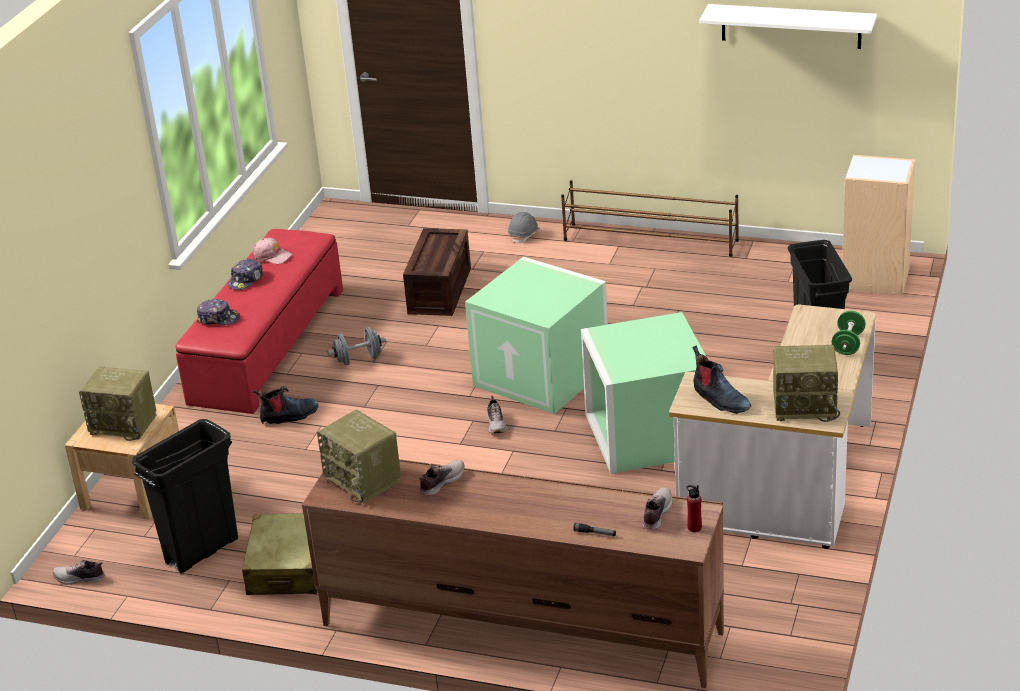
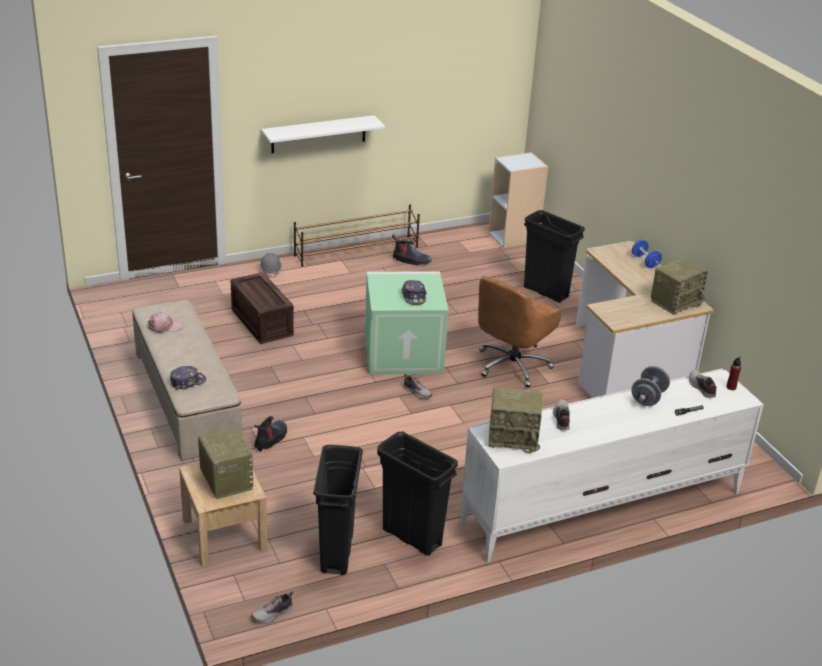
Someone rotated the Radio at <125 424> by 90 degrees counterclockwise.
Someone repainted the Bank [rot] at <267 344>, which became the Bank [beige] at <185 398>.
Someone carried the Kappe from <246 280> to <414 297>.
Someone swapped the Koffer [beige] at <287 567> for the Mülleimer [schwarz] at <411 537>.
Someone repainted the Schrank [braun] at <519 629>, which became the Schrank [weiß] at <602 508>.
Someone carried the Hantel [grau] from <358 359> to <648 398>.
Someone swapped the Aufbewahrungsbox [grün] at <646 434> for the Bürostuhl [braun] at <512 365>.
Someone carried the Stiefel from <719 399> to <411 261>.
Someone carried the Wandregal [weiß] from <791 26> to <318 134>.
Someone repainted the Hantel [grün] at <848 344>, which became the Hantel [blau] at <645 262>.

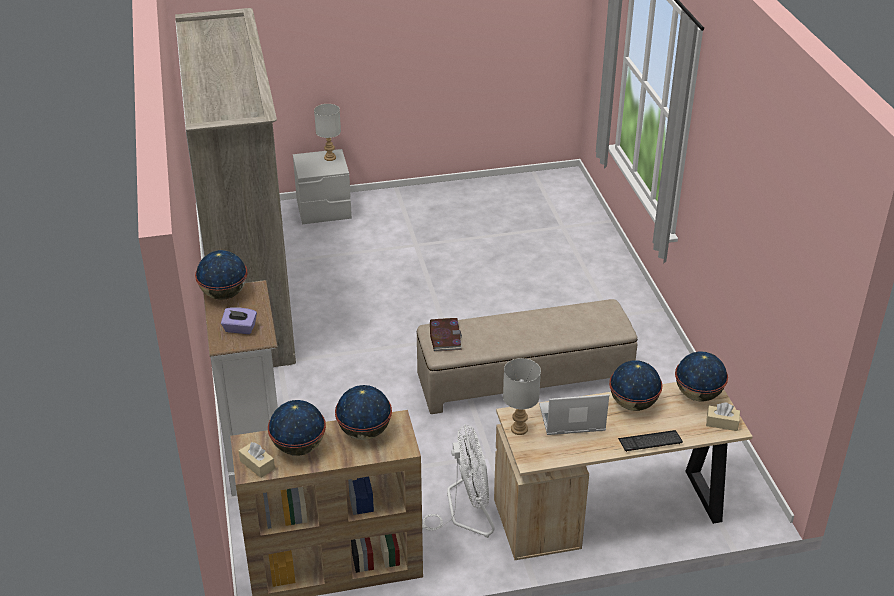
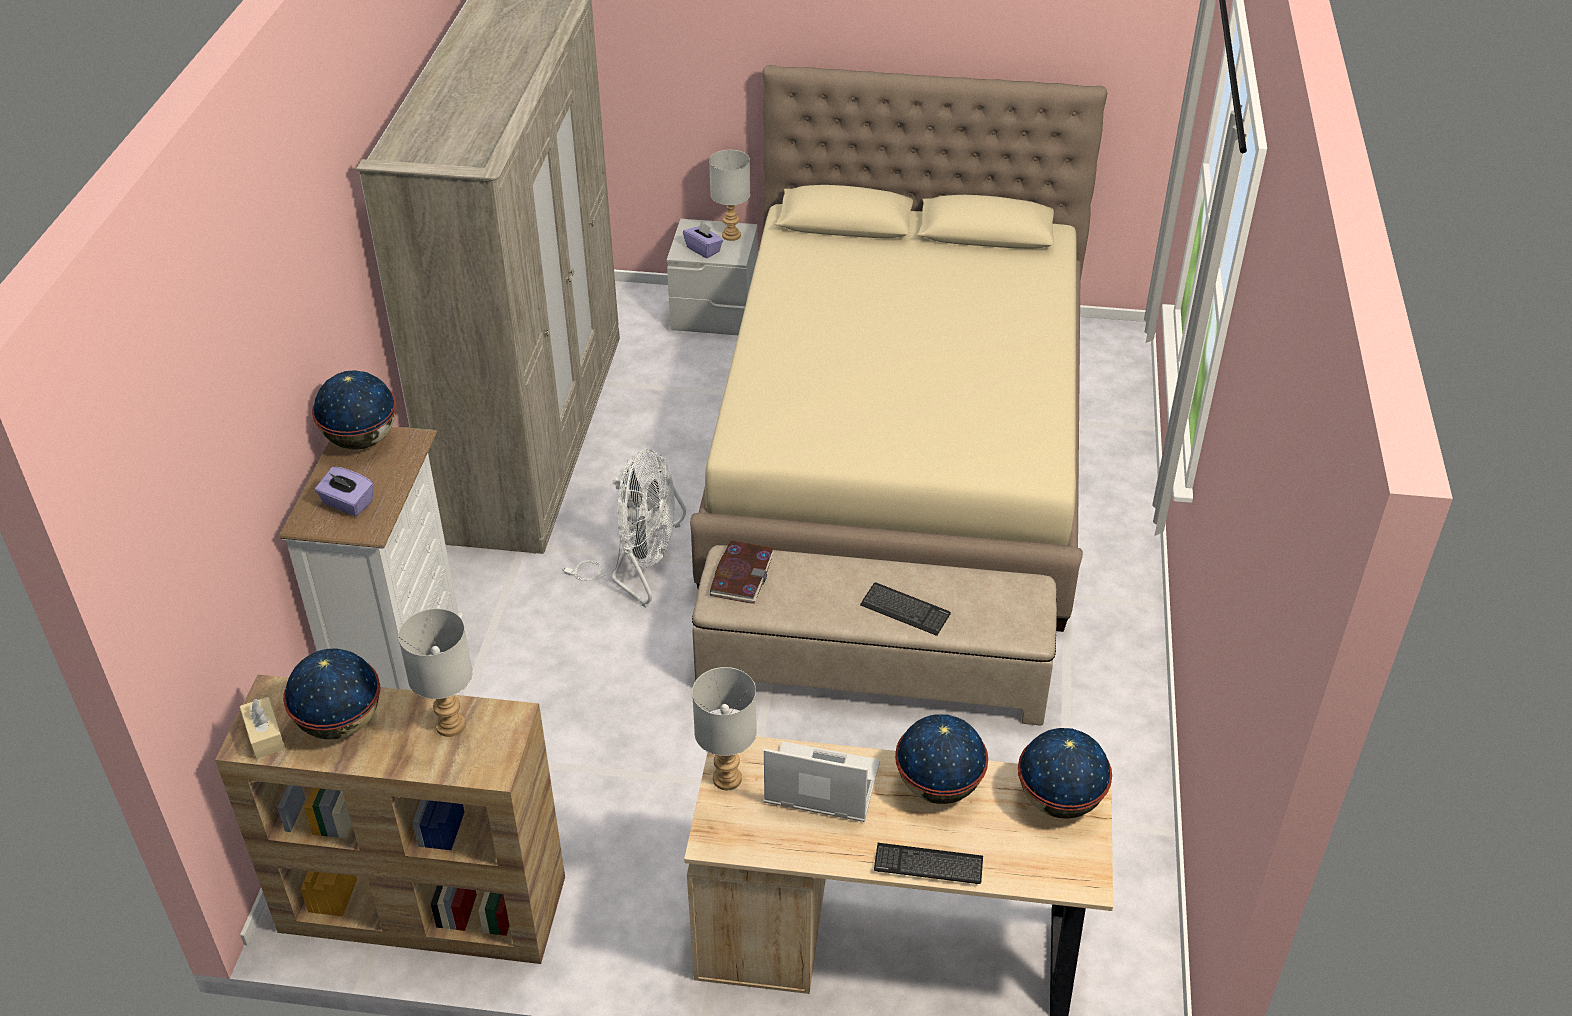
Someone swapped the Globus at <364 432> for the Tischlampe [grau] at <451 724>.
Someone carried the Ventilator [weiß] from <463 508> to <637 564>.
Someone took away the Taschentuchbox [beige] at <722 423>.
Someone put down the Taschentuchbox [lila] at <703 249>.
Someone put down the Bett [beige] at <901 446>.
Someone put down the Tastatur at <905 610>.

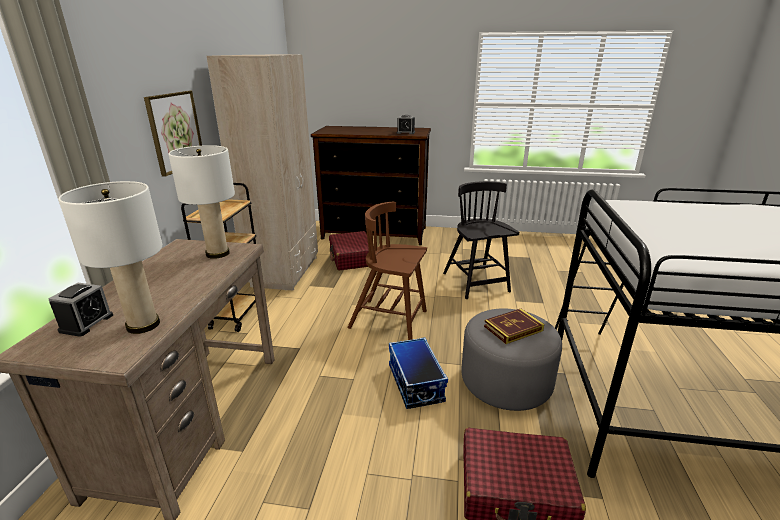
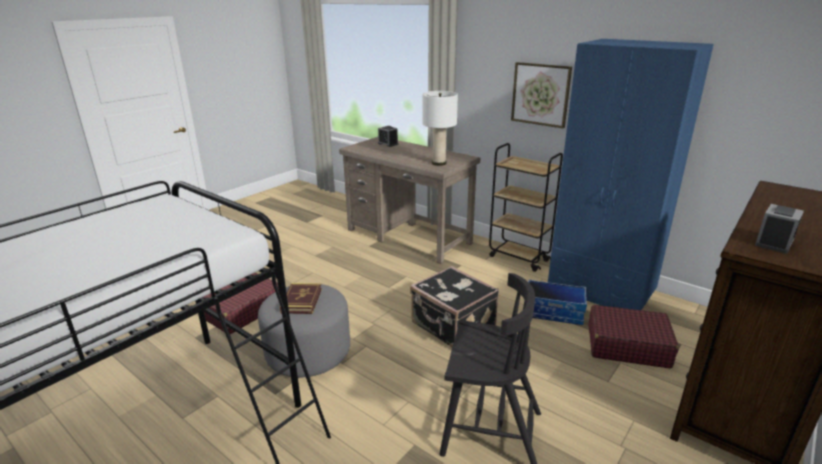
Someone took away the Tischlampe [weiß] at <143 325>.
Someone repainted the Kleiderschrank [beige] at <284 271>, which became the Kleiderschrank [blau] at <601 292>.
Someone swapped the Stuhl [braun] at <390 319> for the Koffer [schwarz] at <452 326>.
Someone carried the Aufbewahrungsbox from <414 383> to <553 312>.

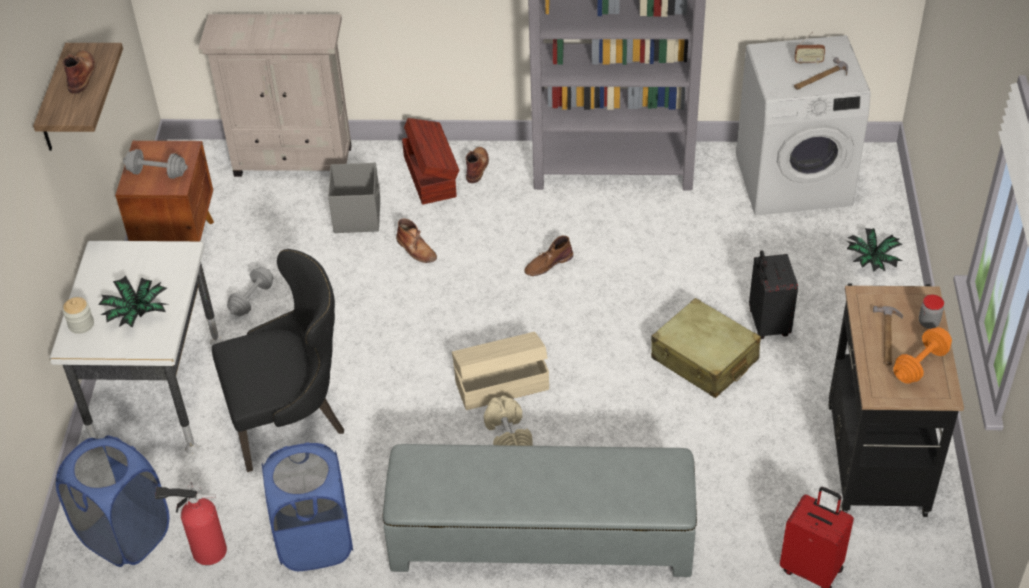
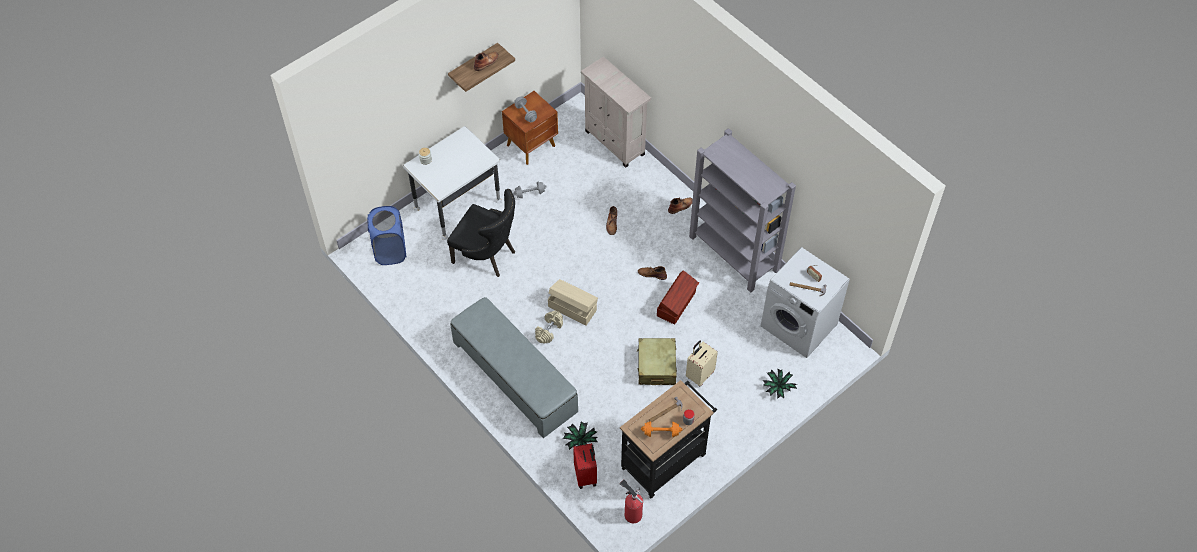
Someone carried the Topfpflanze from <137 314> to <580 441>.
Someone carried the Feuerlöscher from <205 551> to <631 513>.
Someone took away the Wäschekorb [blau] at <315 541>.
Someone took away the Aufbewahrungsbox [grau] at <357 215>.
Someone carried the Aufbewahrungsbox [braun] from <431 175> to <677 304>.
Someone repainted the Koffer [schwarz] at <767 324>, which became the Koffer [beige] at <699 374>.

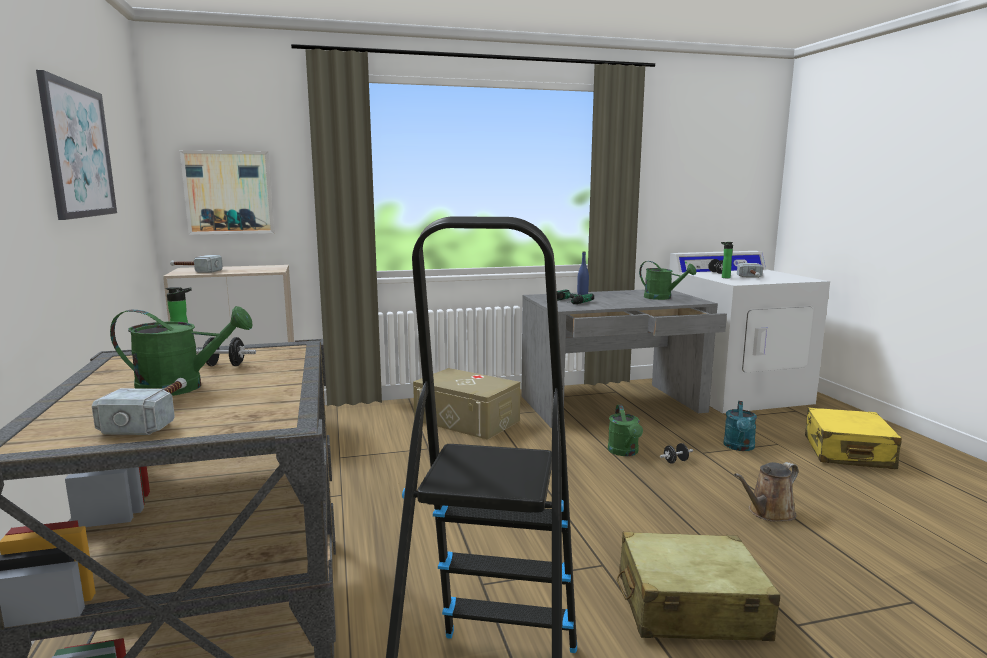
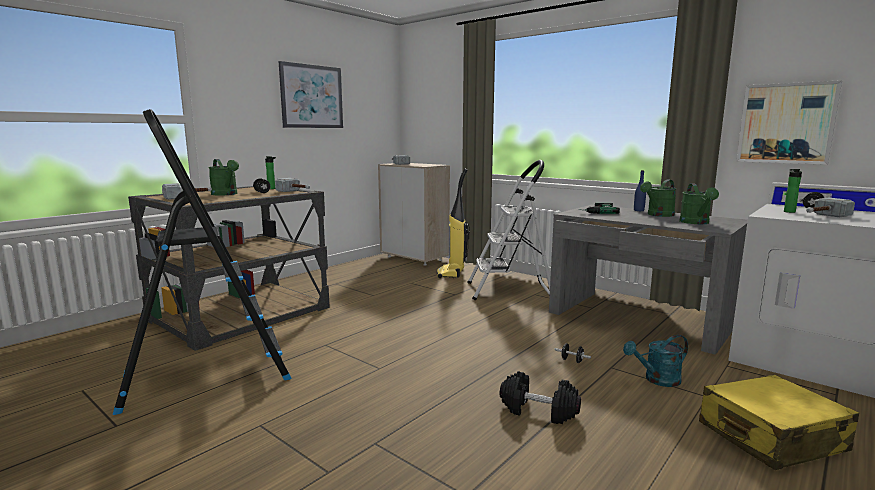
Someone carried the Bild from <229 193> to <786 123>.
Someone swapped the Aufbewahrungsbox [beige] at <467 420> for the Trittleiter at <511 291>.
Someone carried the Gießkanne [grün] from <625 452> to <658 215>.
Someone took away the Koffer [beige] at <689 606>.
Someone swapped the Gießkanne [braun] at <768 513> for the Hantel [schwarz] at <538 411>.
Someone put down the Hammer at <295 191>.
Someone put down the Staubsauger at <451 273>.

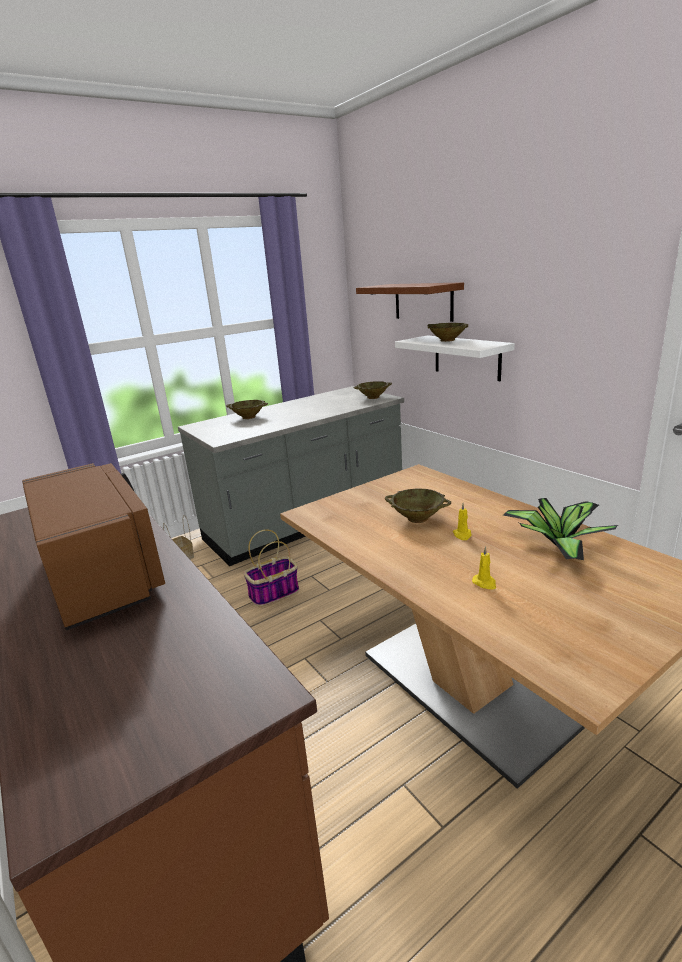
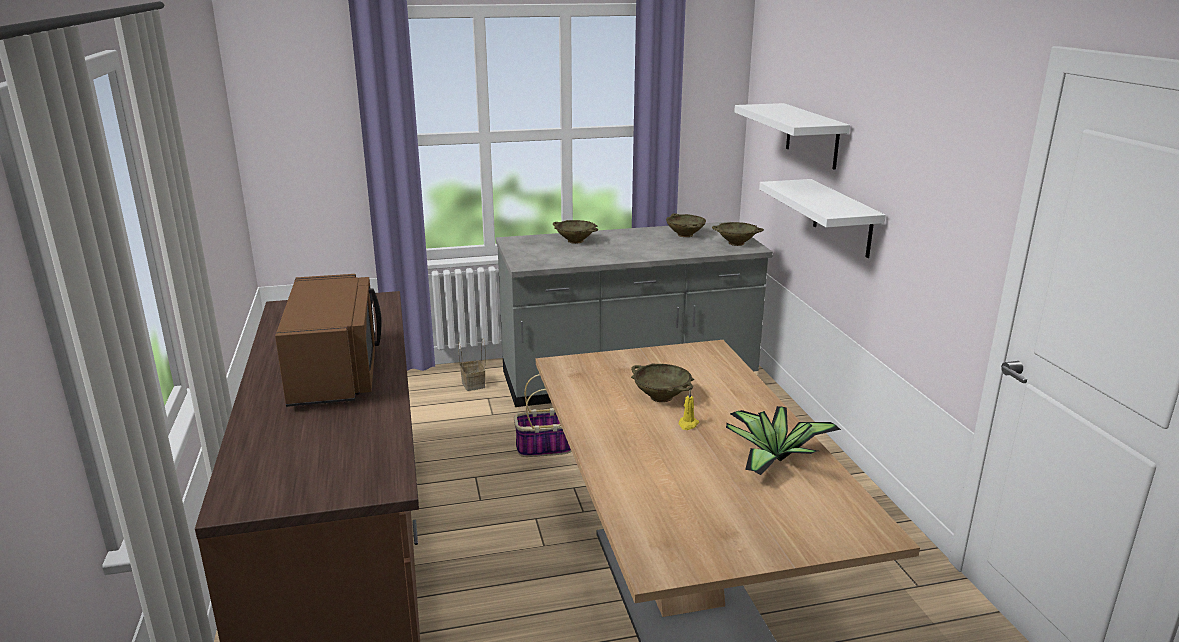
Someone repainted the Wandregal [braun] at <423 301>, which became the Wandregal [weiß] at <812 136>.
Someone carried the Schüssel [beige] from <447 340> to <685 235>.
Someone took away the Kerze [gelb] at <485 583>.

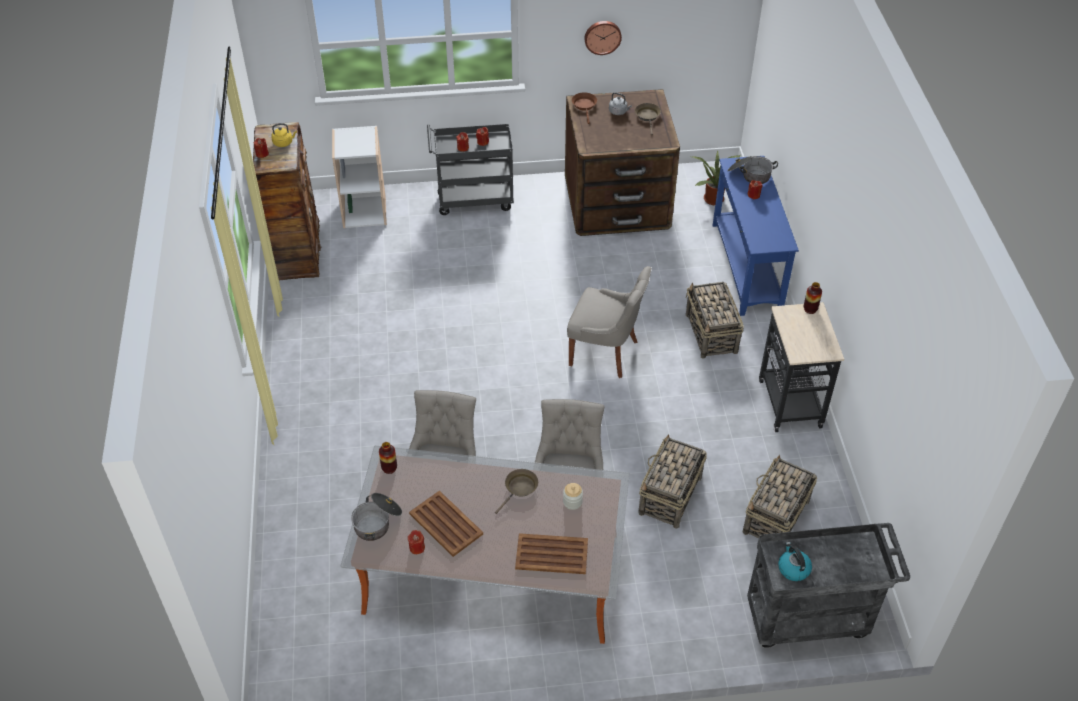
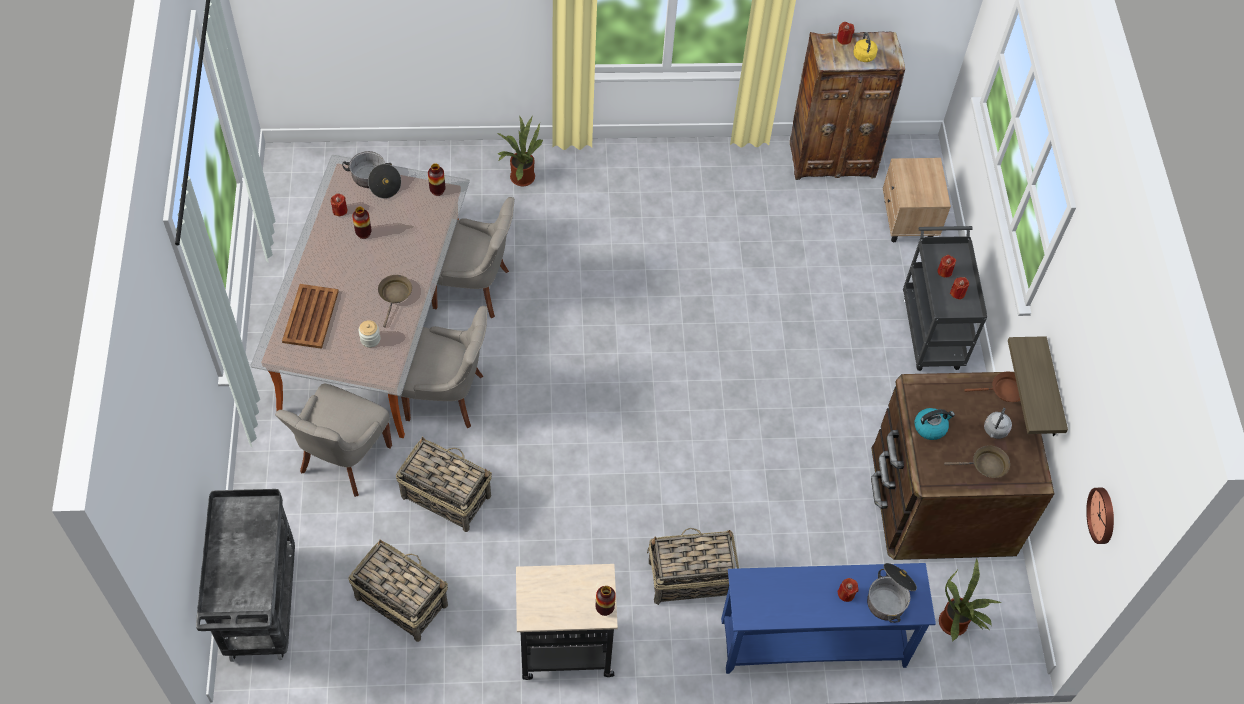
Someone swapped the Bücherregal at <365 211> for the Nachttisch [beige] at <908 221>.
Someone swapped the Tablett [braun] at <445 523> for the Vase at <363 233>.
Someone rotated the Pfanne [braun] at <519 488> by 120 degrees counterclockwise.
Someone carried the Stuhl [grau] from <605 353> to <343 460>.
Someone carried the Wanduhr from <602 36> to <1103 515>.
Someone carried the Wasserkessel from <793 569> to <930 427>.
Someone put down the Topfpflanze at <520 176>.
Someone put up the Wandregal at <1051 392>.

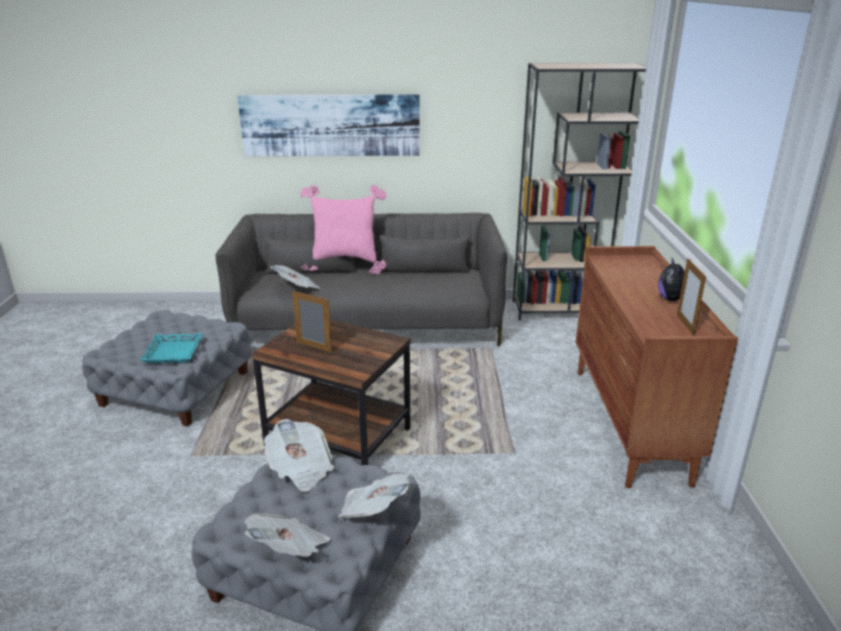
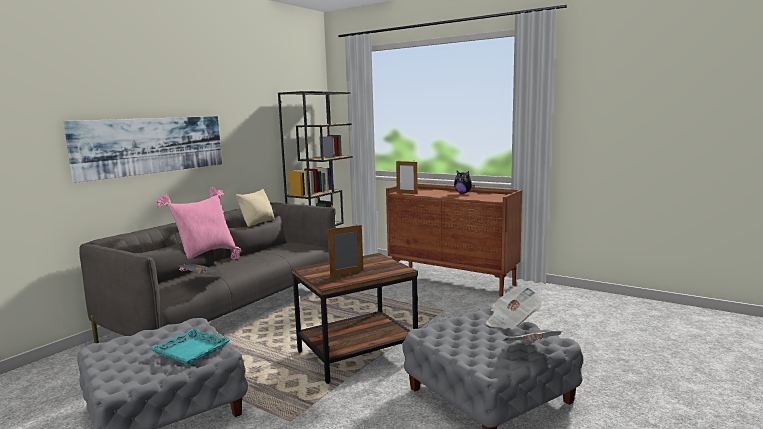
Someone took away the Zeitung at <300 469>.
Someone carried the Bilderrahmen from <685 325> to <407 193>.
Someone put down the Kissen [beige] at <257 223>.

